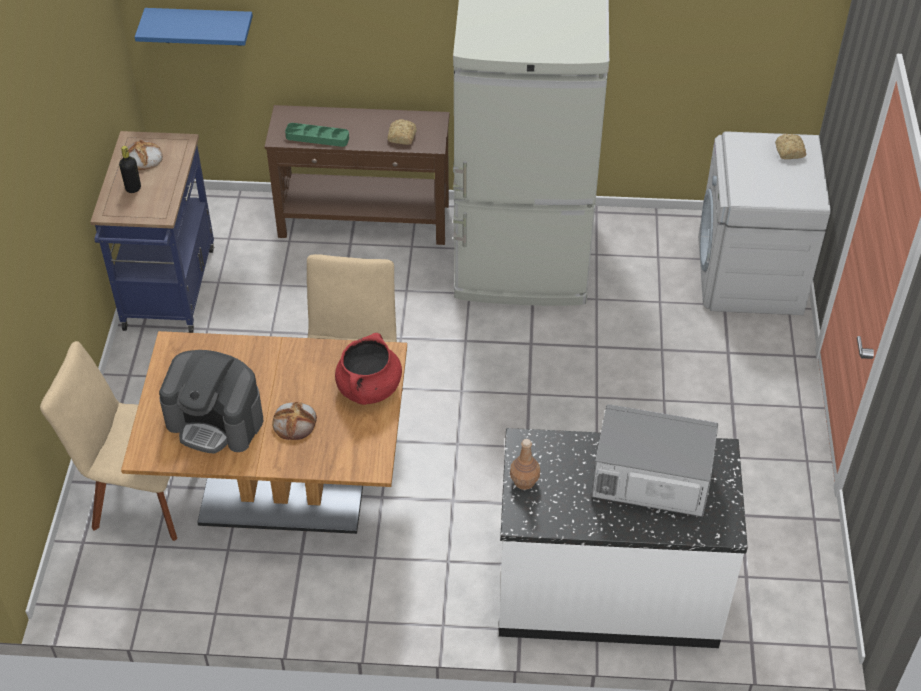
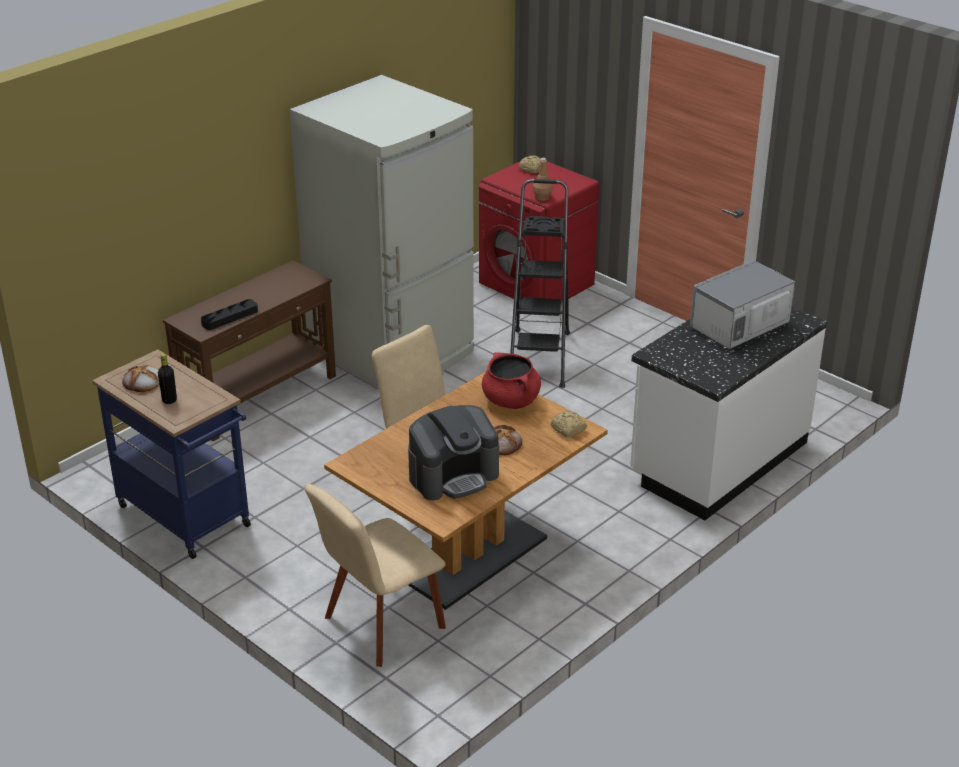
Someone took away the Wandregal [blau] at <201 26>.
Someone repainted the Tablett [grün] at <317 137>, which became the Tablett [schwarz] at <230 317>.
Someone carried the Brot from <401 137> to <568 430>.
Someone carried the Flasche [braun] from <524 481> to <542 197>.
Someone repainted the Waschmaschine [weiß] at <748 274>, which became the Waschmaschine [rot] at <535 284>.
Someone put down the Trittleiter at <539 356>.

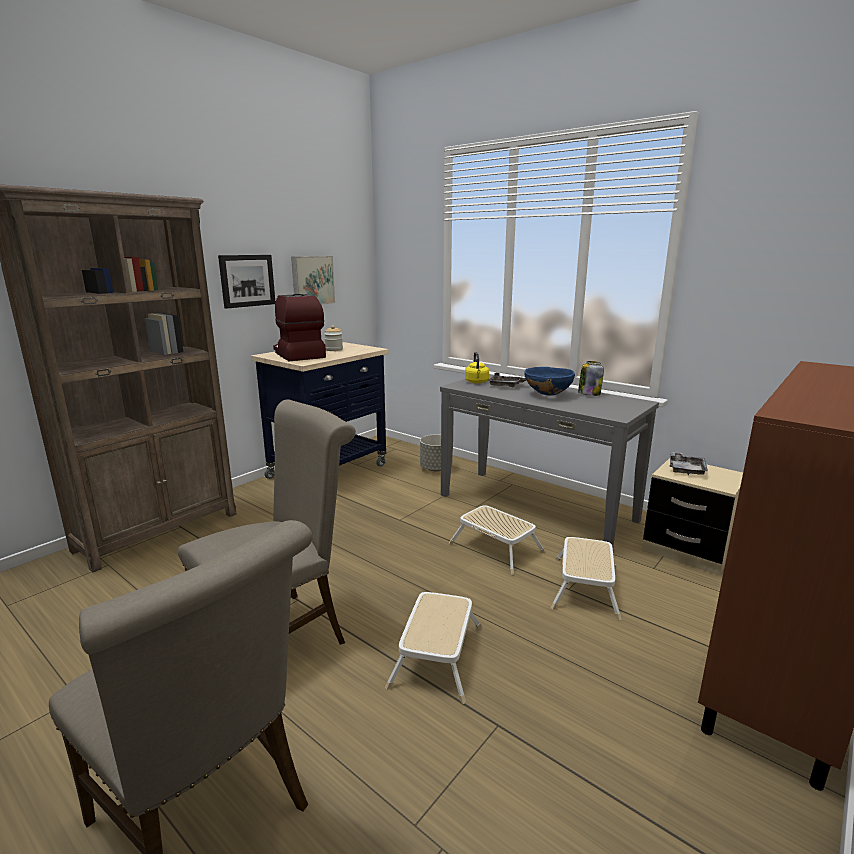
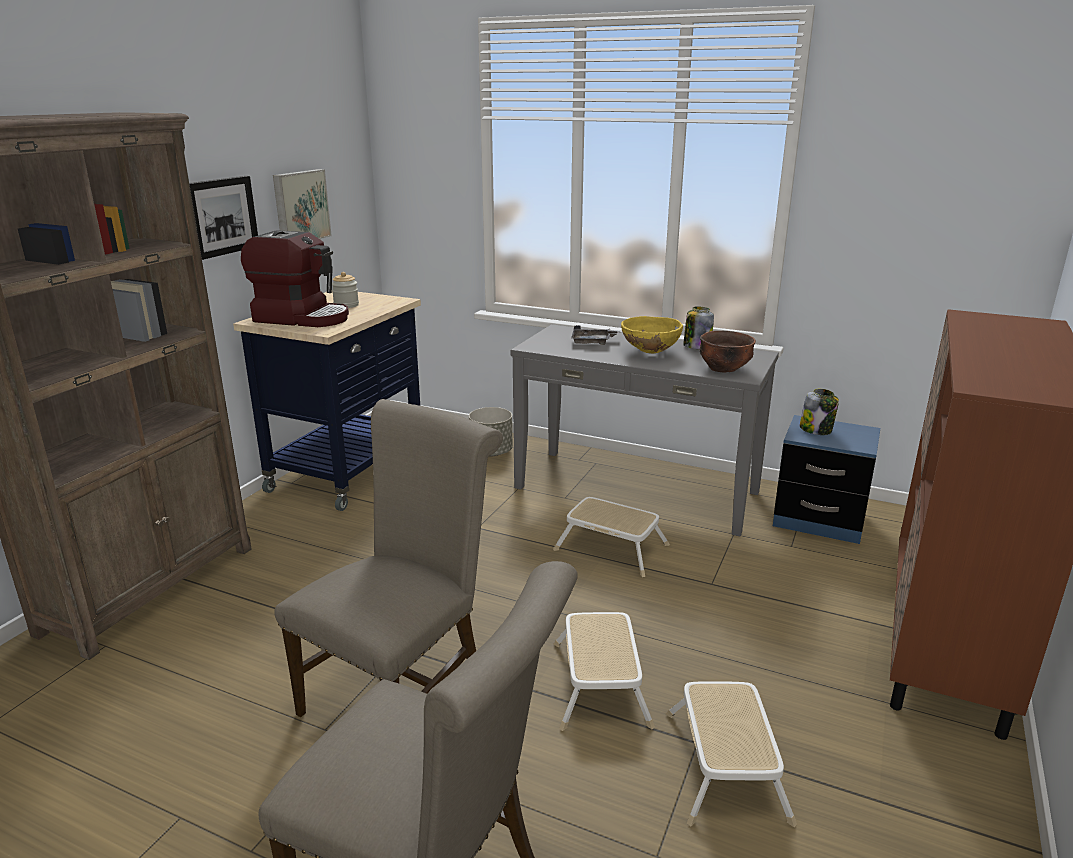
Someone rotated the Kaffeemaschine at <297 355> by 150 degrees clockwise.
Someone took away the Wasserkessel [gelb] at <477 382>.
Someone repainted the Schüssel [blau] at <547 394>, which became the Schüssel [gelb] at <650 352>.
Someone carried the Trittleiter [beige] from <584 586> to <724 765>.
Someone repainted the Nachttisch [beige] at <687 550>, which became the Nachttisch [blau] at <819 520>.
Someone swapped the Tablett [grau] at <686 469> for the Vorratsglas at <816 430>.
Someone put down the Schüssel [braun] at <724 369>.

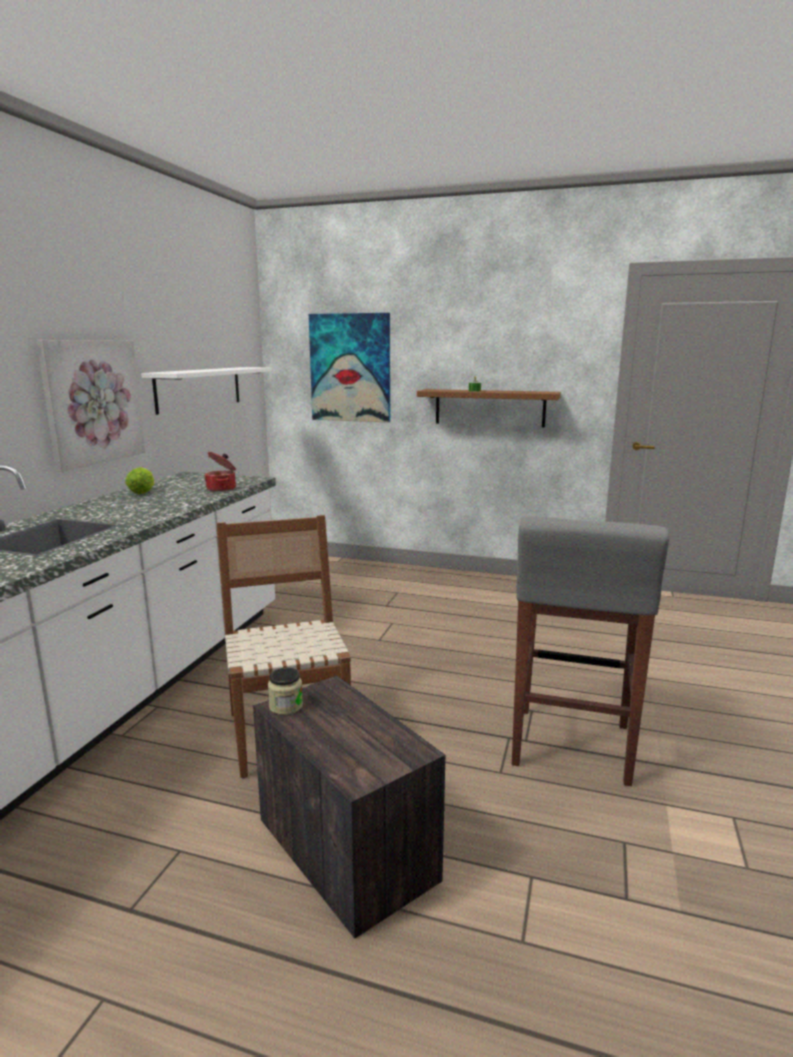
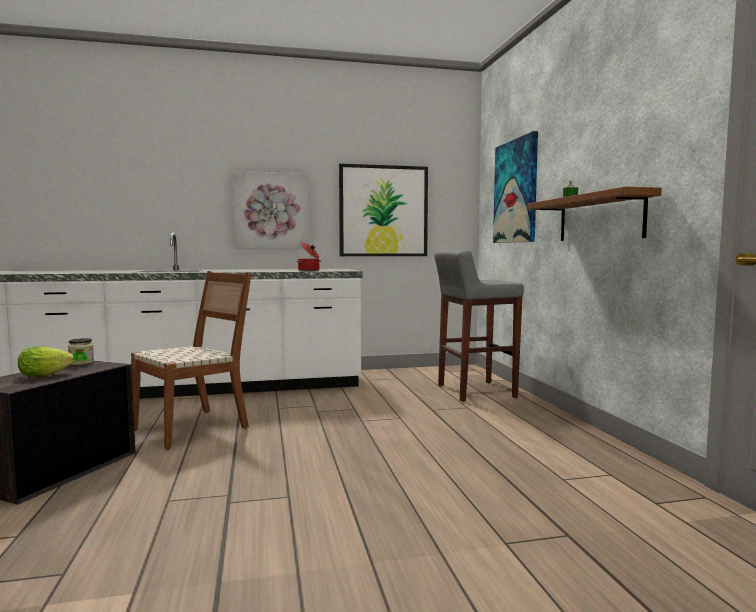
Someone carried the Salatkopf from <143 492> to <47 375>.
Someone swapped the Wandregal [weiß] at <199 388> for the Bild at <383 211>.
Someone carried the Hocker [grau] from <571 746> to <474 391>.

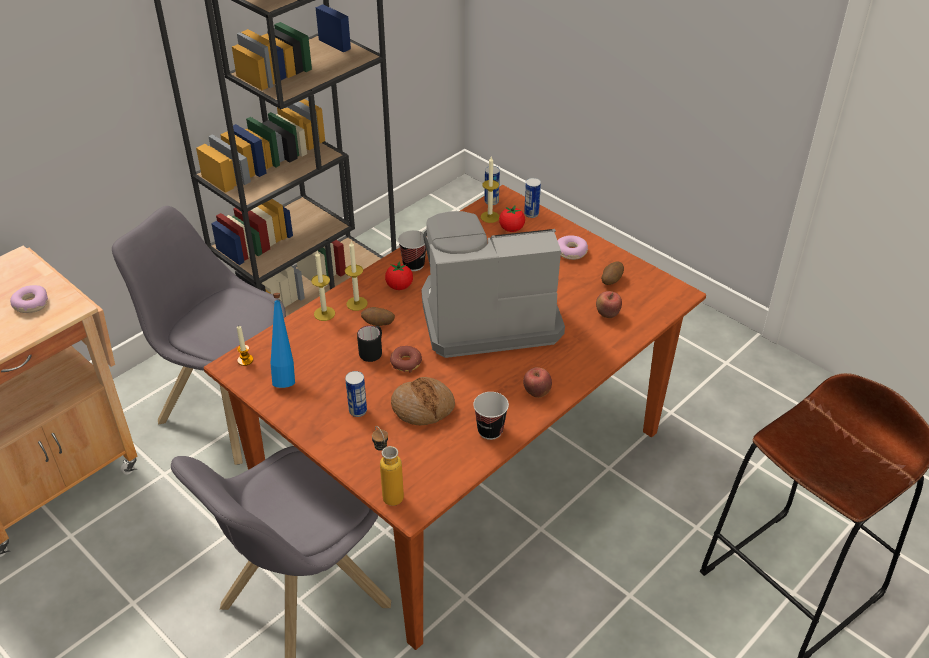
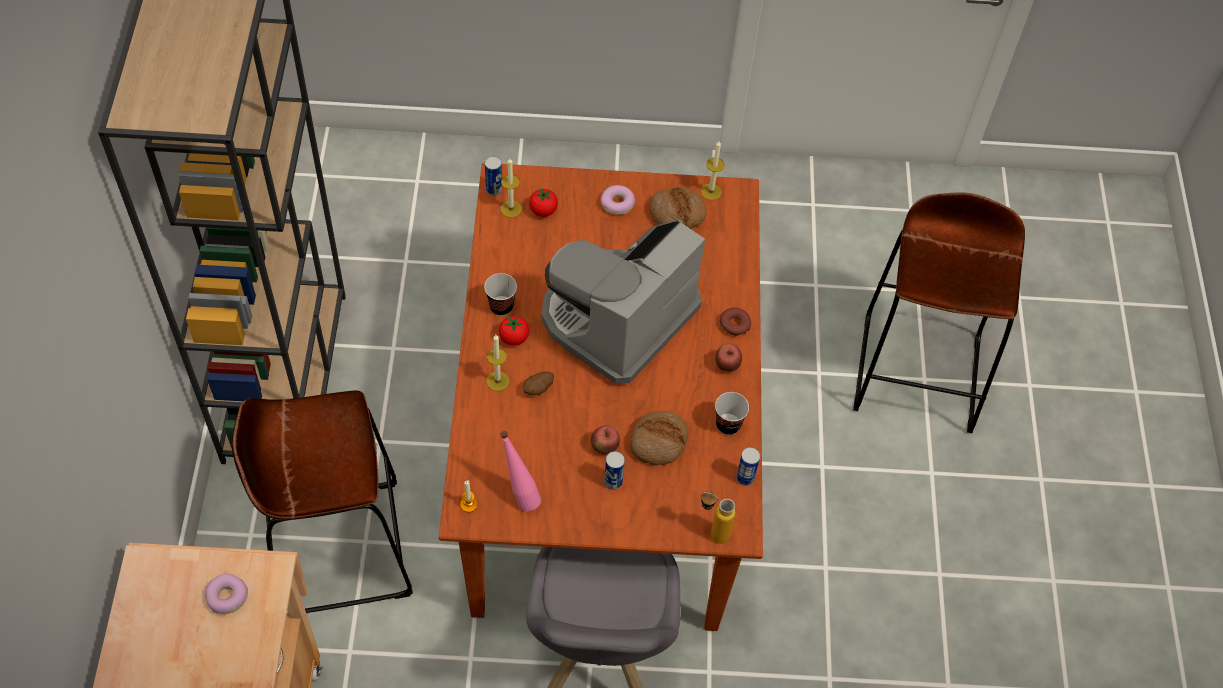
Someone swapped the Stuhl [grau] at <229 410> for the Hocker [braun] at <338 548>.
Someone repainted the Flasche [blau] at <285 376>, which became the Flasche [rosa] at <520 494>.
Someone carried the Kerze from <324 313> to <711 191>.
Someone took away the Henkelbecher [schwarz] at <373 352>.
Someone carried the Donut from <406 362> to <734 324>.
Someone carried the Dose from <531 214> to <745 478>.
Someone carried the Apfel from <607 315> to <604 447>.
Someone swapped the Kartoffel at <611 280> for the Brot at <677 214>.

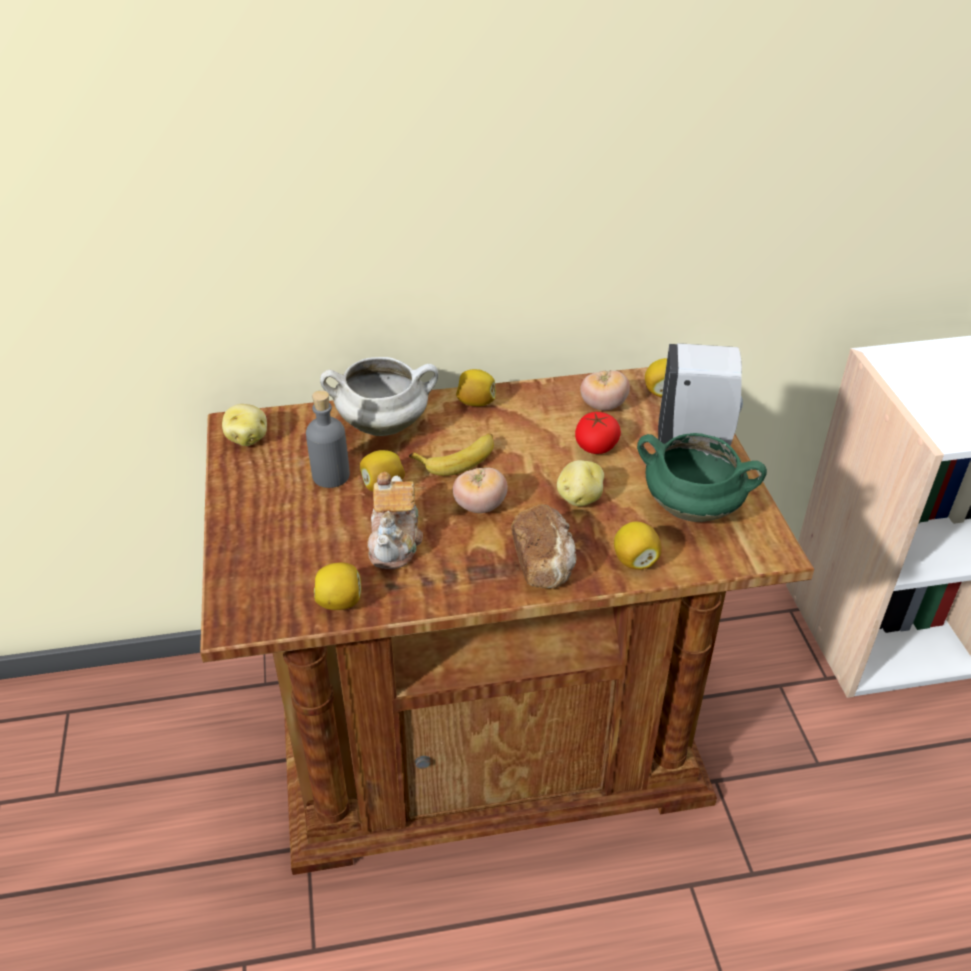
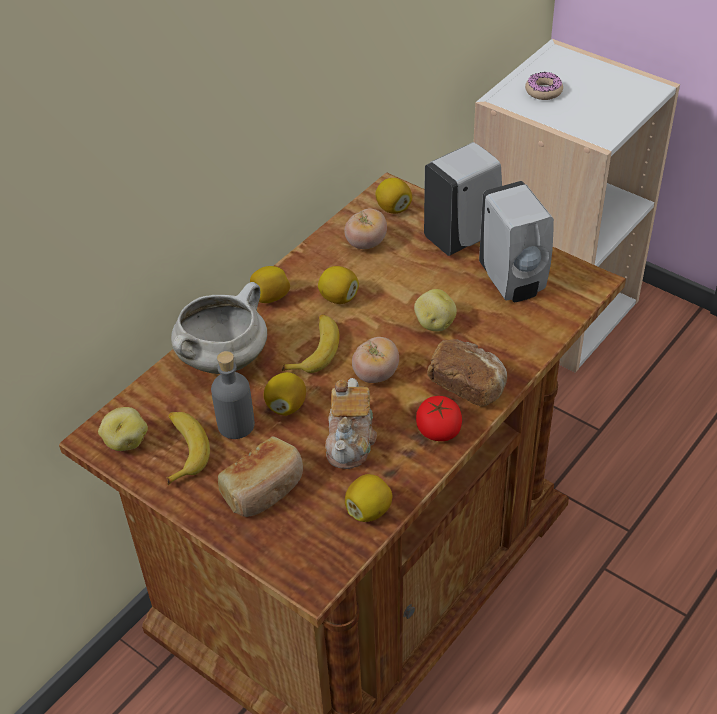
Someone rotated the Teekanne at <395 542> by 45 degrees clockwise.
Someone carried the Tomate from <596 446> to <438 430>.
Someone carried the Zitrone from <635 560> to <338 298>.
Someone swapped the Kochtopf [grün] at <693 508> for the Seifenspender [weiß] at <513 283>.
Someone put down the Banane at <183 450>.
Someone put down the Brot at <264 489>.
Someone put down the Donut at <543 91>.

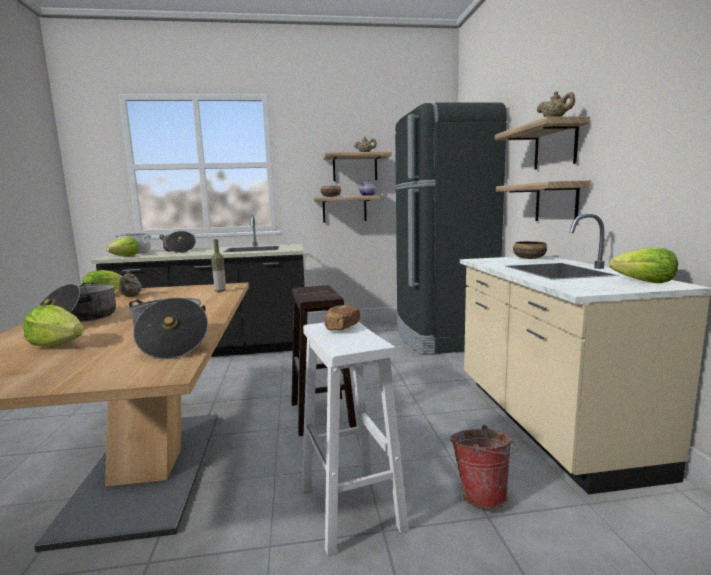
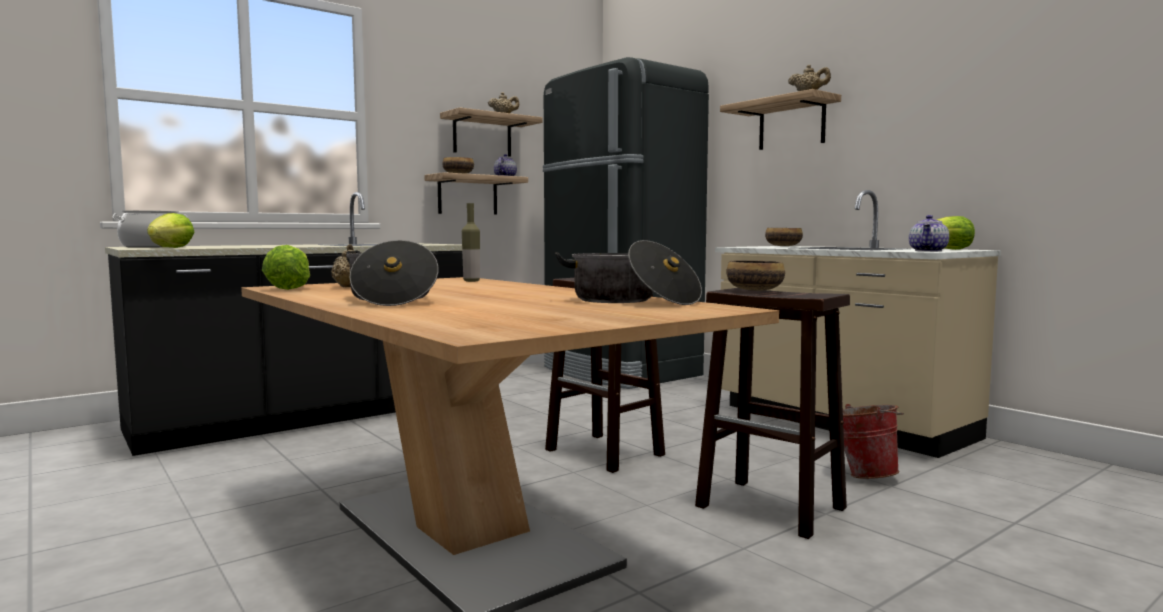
Someone took away the Salatkopf at <57 345>.
Someone took away the Kochtopf at <179 250>.
Someone repainted the Hocker [weiß] at <352 509>, which became the Hocker [braun] at <773 507>.
Someone swapped the Brot at <341 327> for the Schüssel at <754 290>.
Someone took away the Wandregal at <556 202>.
Someone put down the Teekanne at <928 251>.

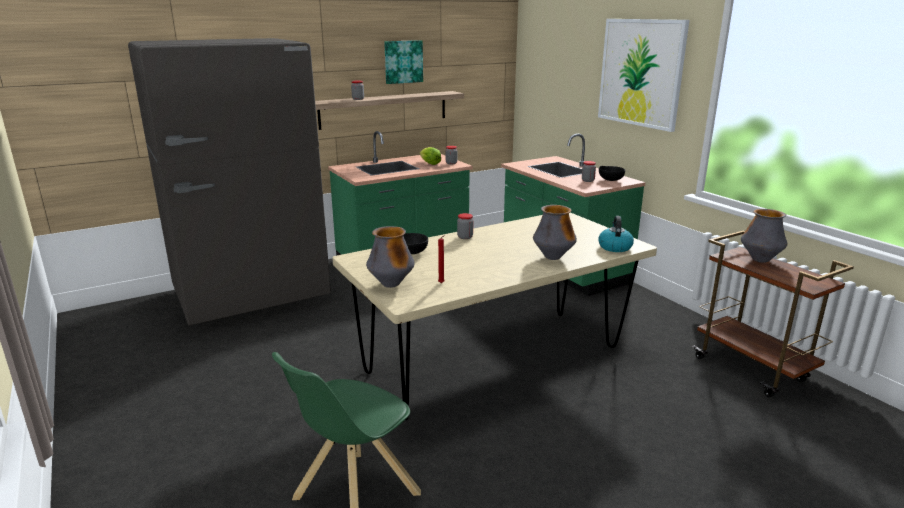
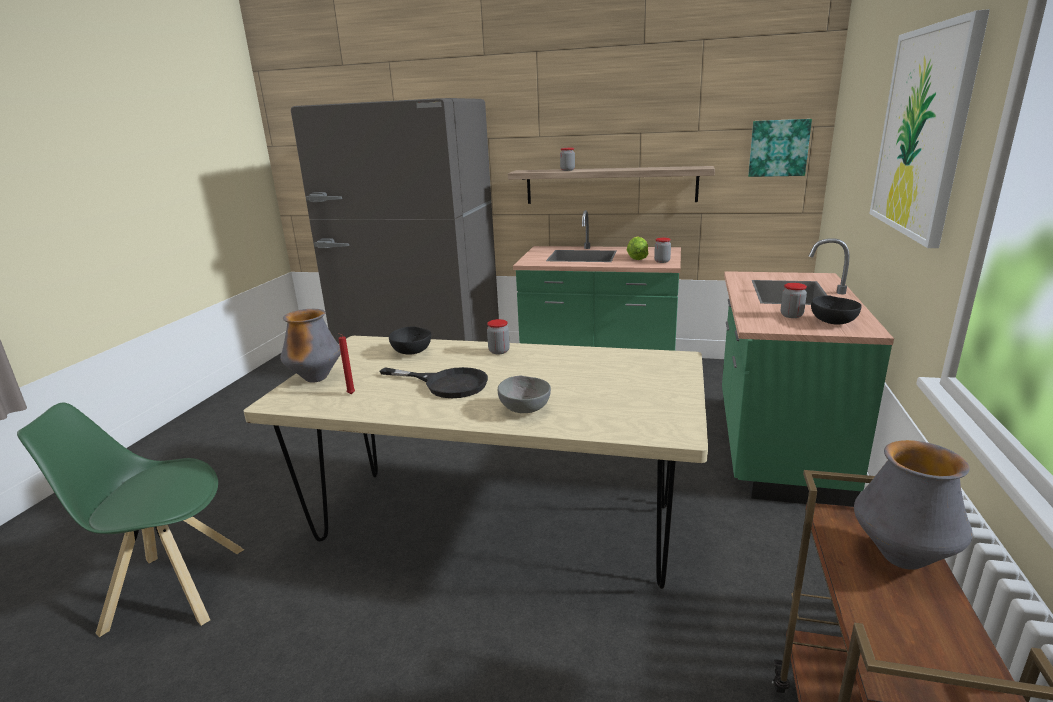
Someone carried the Bild from <403 61> to <778 148>.
Someone swapped the Vase at <553 257> for the Schüssel [grau] at <525 408>.
Someone took away the Wasserkessel at <614 247>.
Someone put down the Pfanne [schwarz] at <446 384>.

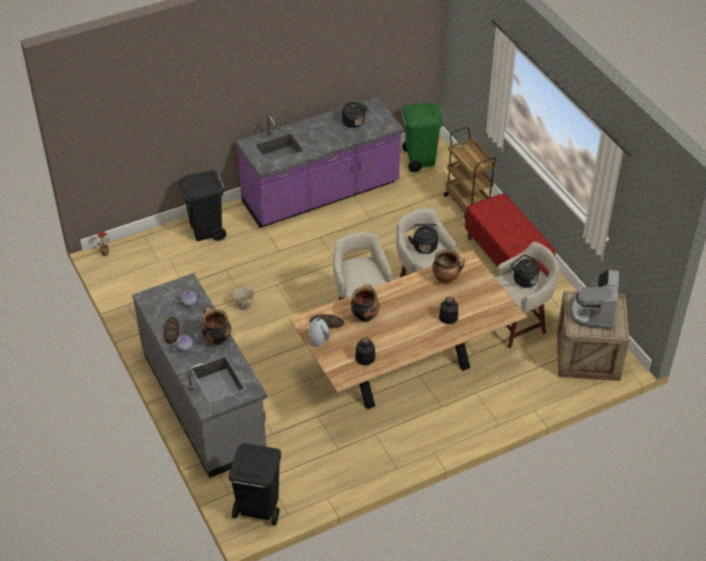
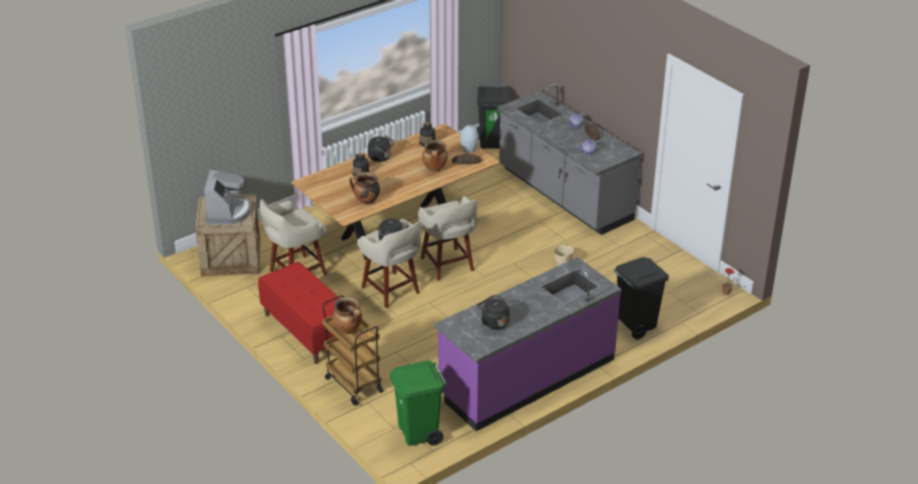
Someone carried the Kochtopf from <216 339> to <348 330>.
Someone carried the Wasserkessel [schwarz] from <523 280> to <381 158>.

